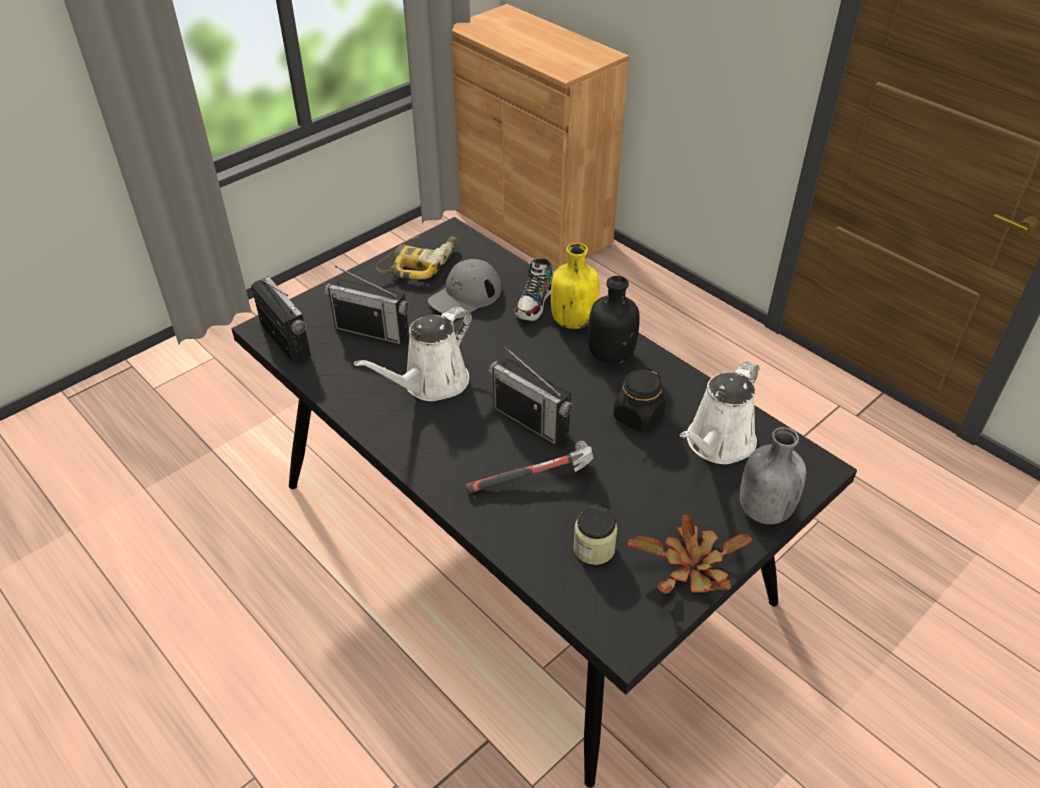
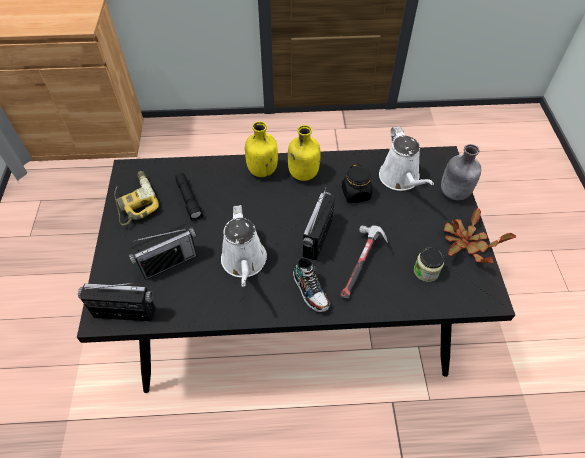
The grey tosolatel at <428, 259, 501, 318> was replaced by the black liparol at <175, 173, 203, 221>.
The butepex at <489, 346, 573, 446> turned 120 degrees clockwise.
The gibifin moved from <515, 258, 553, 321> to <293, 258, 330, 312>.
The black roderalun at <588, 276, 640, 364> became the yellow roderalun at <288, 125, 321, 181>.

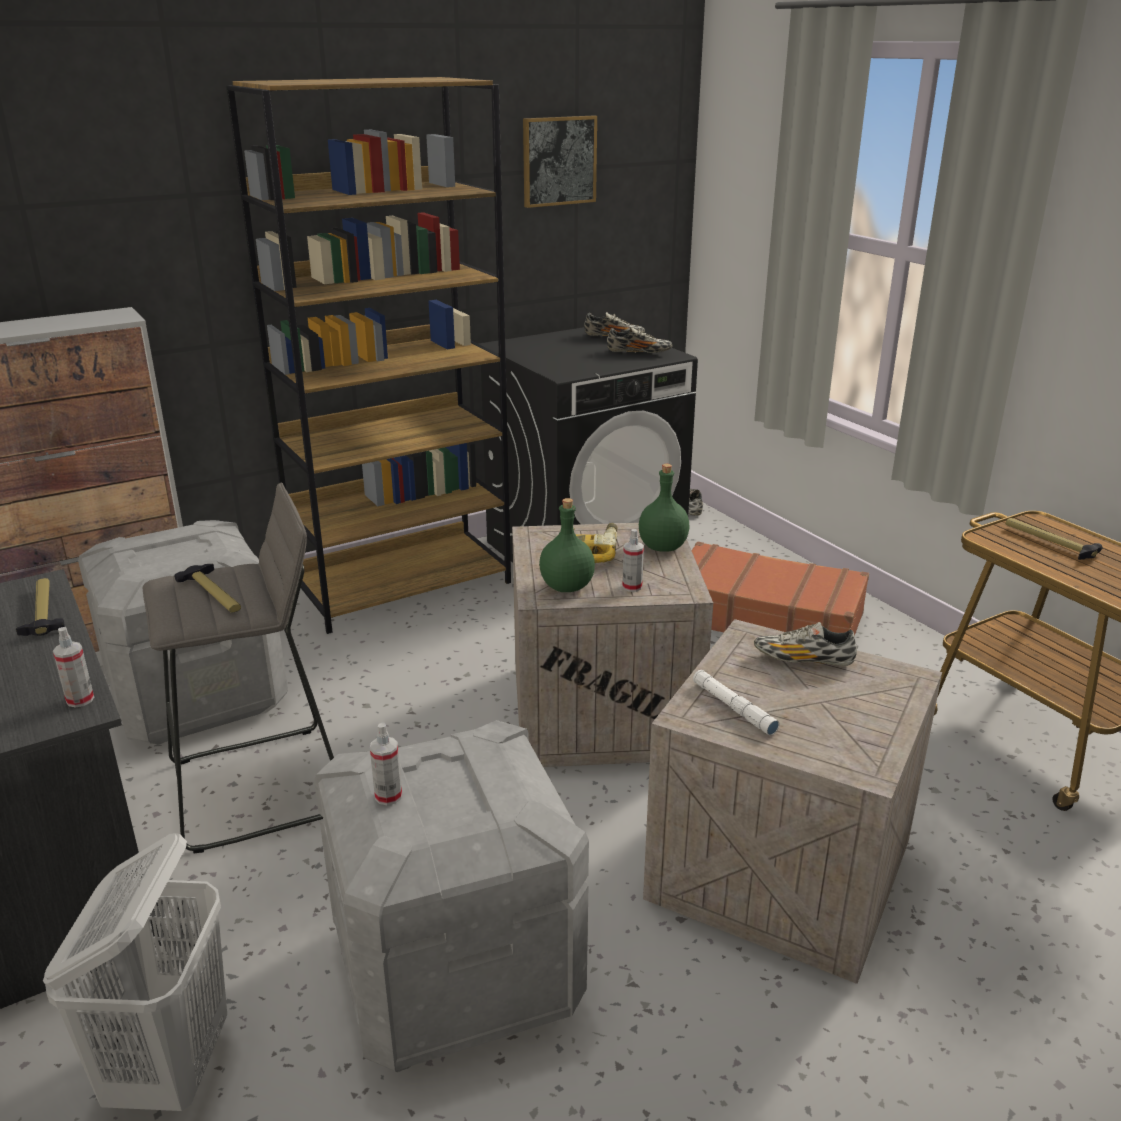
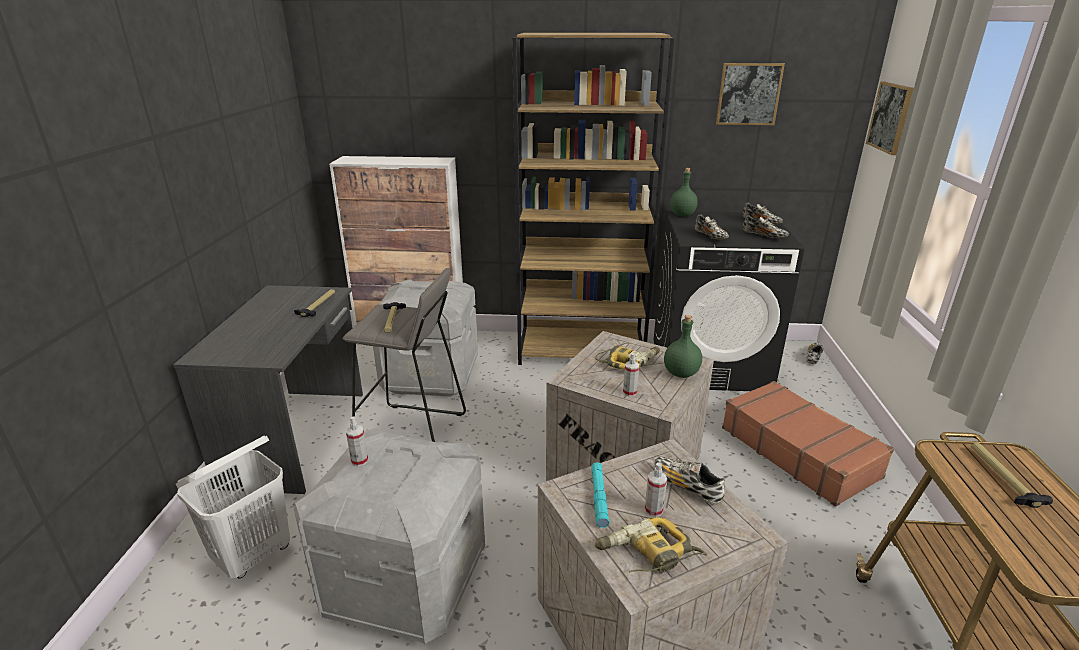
The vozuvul moved from <53, 627, 94, 707> to <645, 463, 667, 517>.
The green roderalun moved from <539, 498, 595, 592> to <670, 168, 698, 216>.
The white liparol at <693, 670, 780, 735> became the turquoise liparol at <591, 462, 609, 528>.
The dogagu at <595, 517, 707, 573> appeared.
The gibifin at <695, 214, 729, 240> appeared.
The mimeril at <866, 82, 914, 155> appeared.

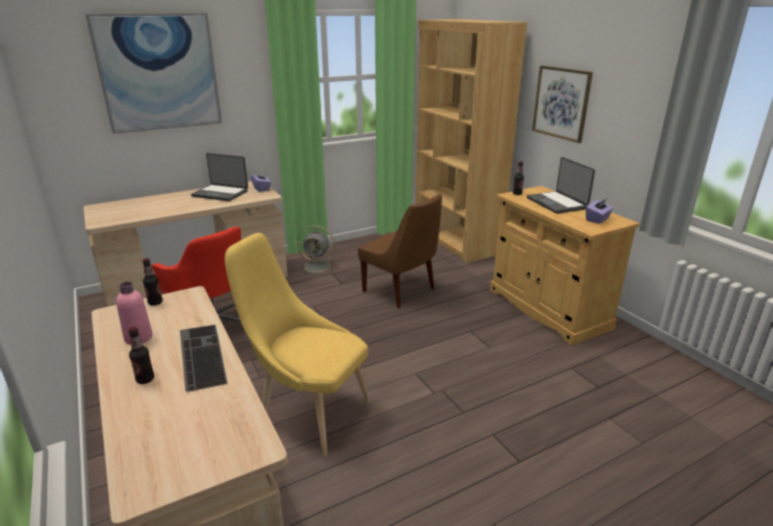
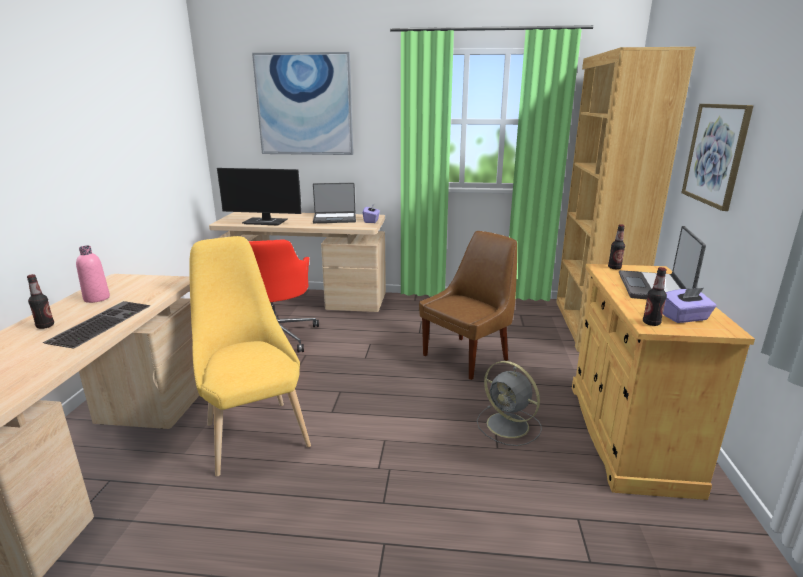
The roderalun moved from <143, 258, 163, 306> to <643, 267, 667, 326>.
The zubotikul at <191, 153, 248, 201> turned 60 degrees counterclockwise.
The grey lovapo moved from <297, 225, 338, 275> to <477, 361, 542, 446>.
The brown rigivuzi at <358, 194, 442, 308> turned 120 degrees counterclockwise.
The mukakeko at <217, 168, 302, 226> appeared.

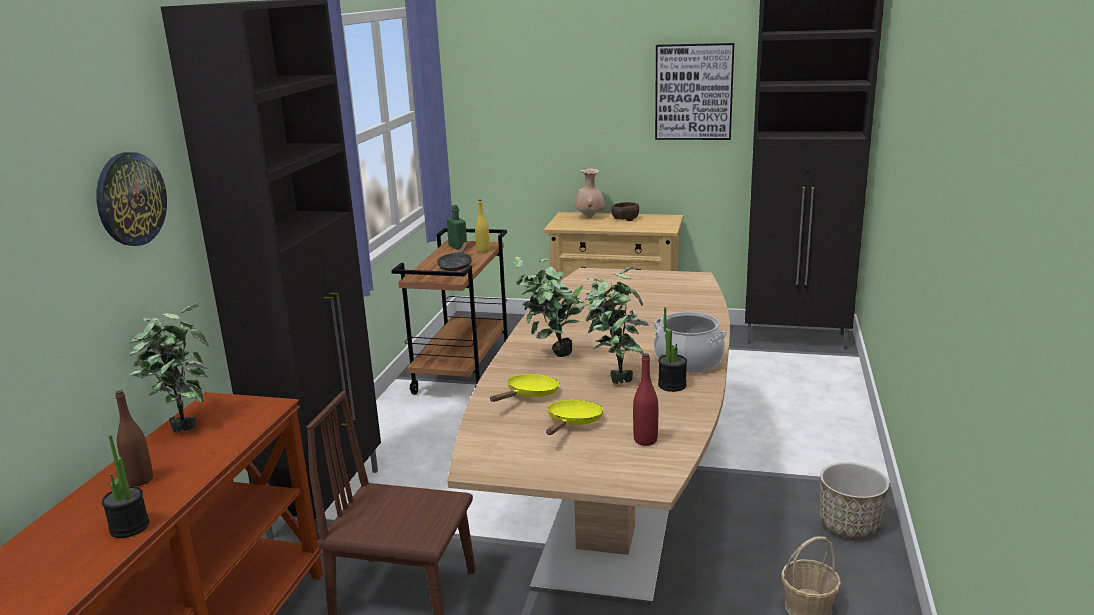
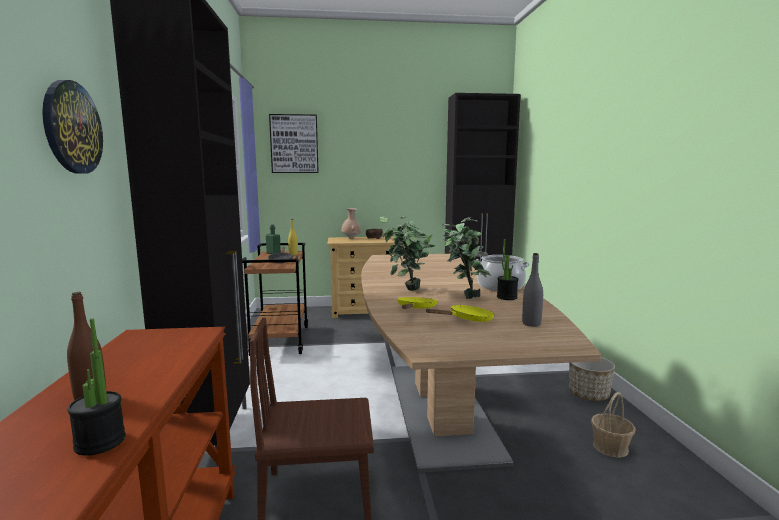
The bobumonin at <129, 304, 209, 432> disappeared.
The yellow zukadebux at <546, 400, 603, 435> turned 60 degrees clockwise.
The red roderalun at <633, 353, 658, 446> became the grey roderalun at <522, 253, 543, 327>.
The mimeril moved from <655, 43, 734, 140> to <269, 114, 319, 173>.

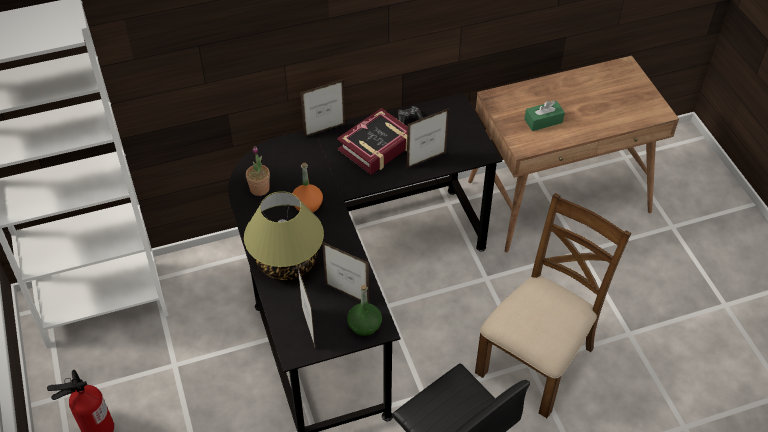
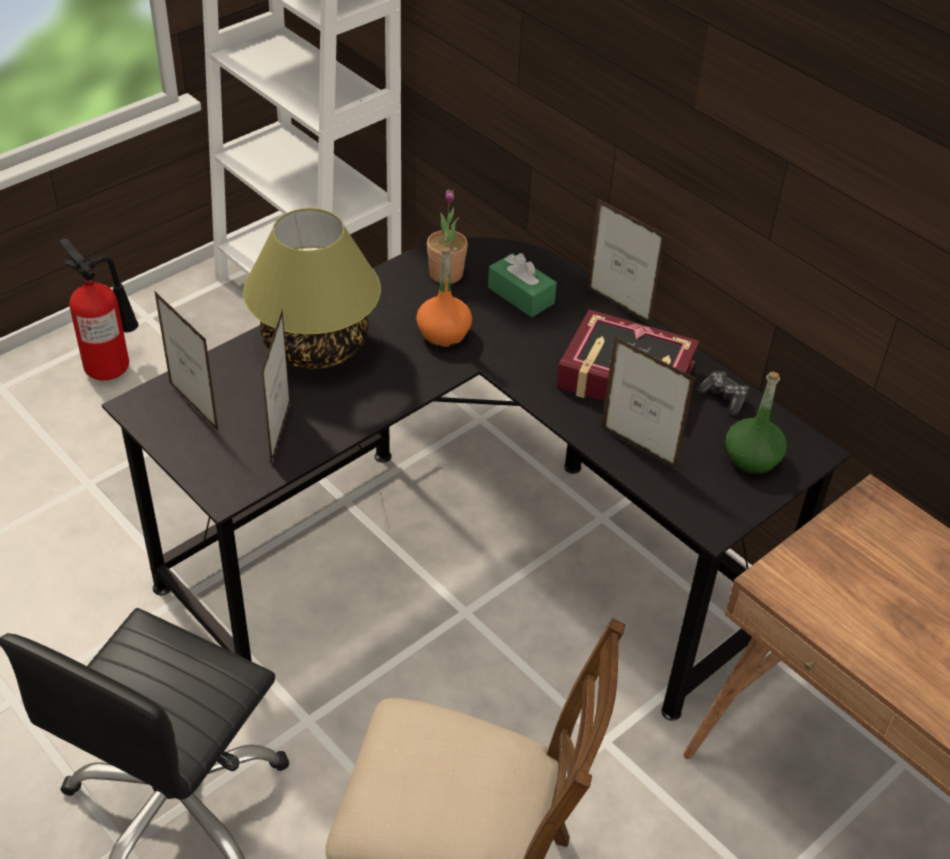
The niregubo at <297, 265, 315, 347> turned 90 degrees counterclockwise.
The green roderalun moved from <347, 285, 382, 336> to <726, 372, 787, 474>.
The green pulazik moved from <524, 100, 565, 131> to <488, 253, 557, 317>.

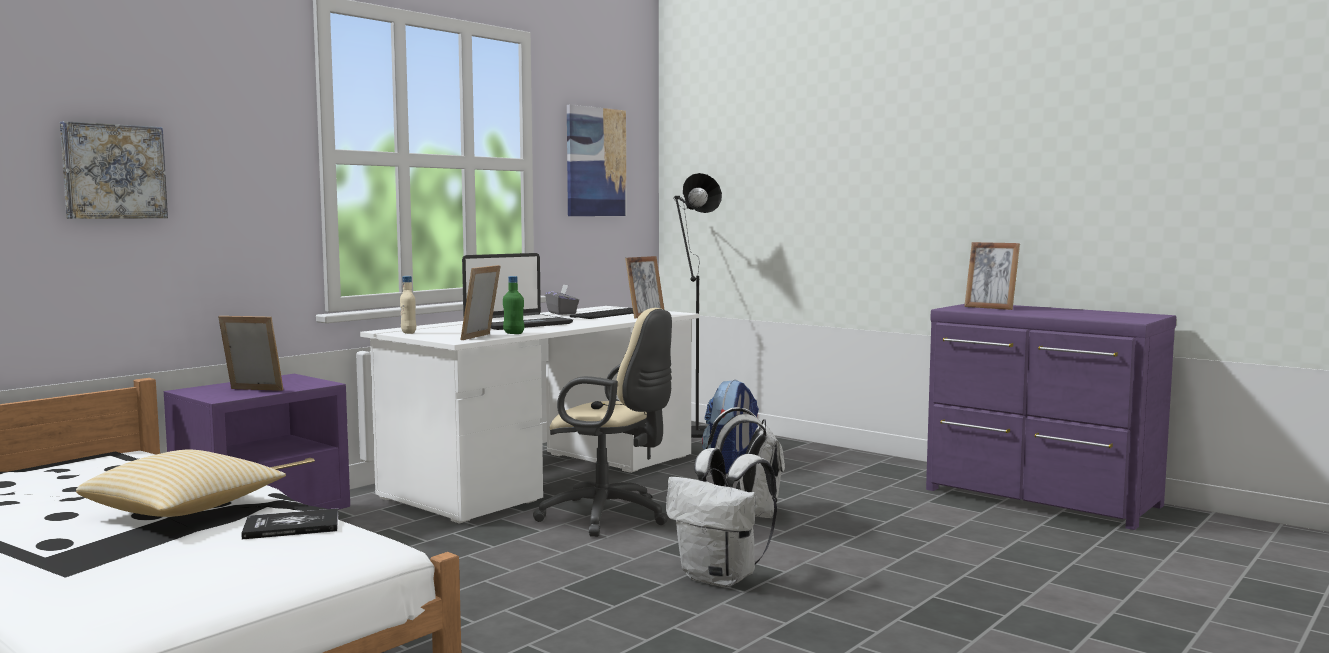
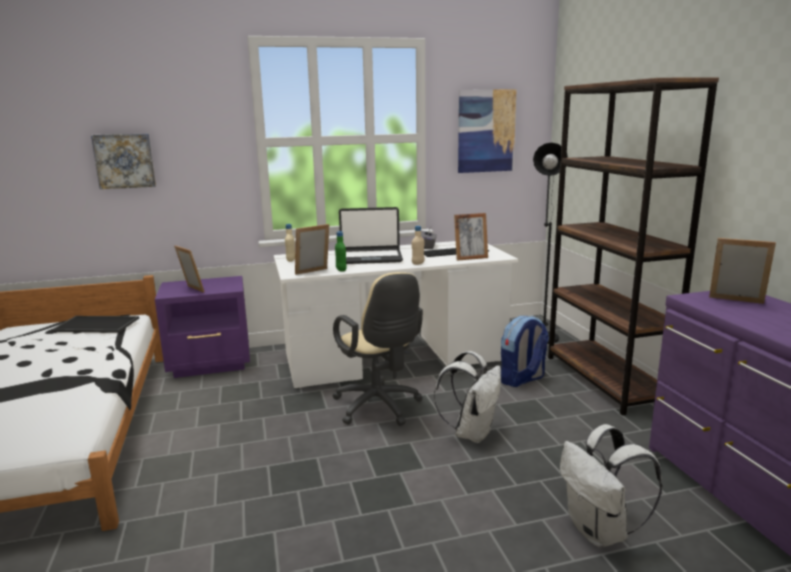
The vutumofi at <76, 450, 286, 517> disappeared.
The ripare at <241, 508, 338, 539> disappeared.
The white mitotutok moved from <666, 448, 777, 587> to <560, 424, 662, 547>.
The niregubo at <964, 242, 1020, 310> turned 135 degrees clockwise.
The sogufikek at <51, 316, 139, 333> appeared.
The beige roderalun at <412, 226, 425, 265> appeared.
The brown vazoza at <548, 77, 719, 416> appeared.

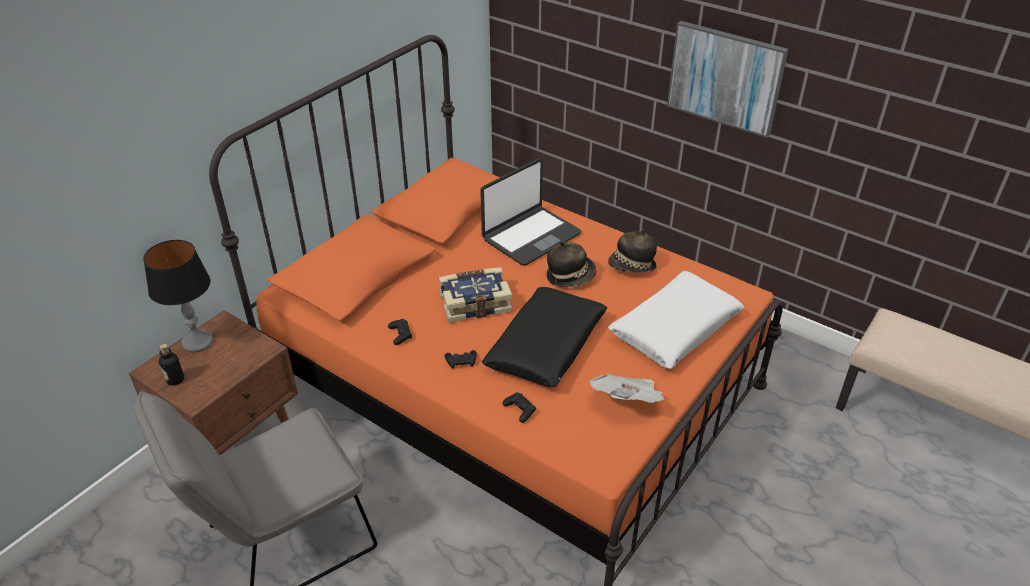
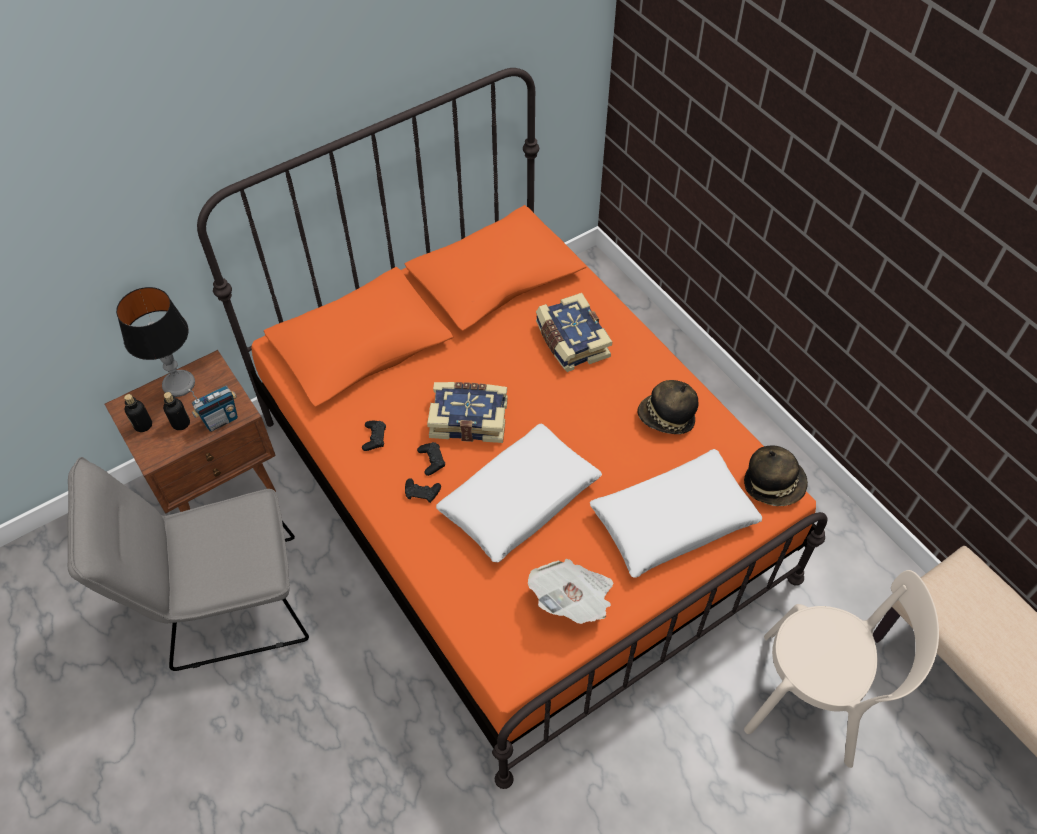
The zubotikul at <480, 158, 582, 266> was replaced by the ripare at <536, 293, 612, 372>.
The black vutumofi at <482, 287, 607, 387> became the white vutumofi at <436, 424, 602, 562>.
The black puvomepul moved from <502, 392, 536, 423> to <417, 442, 445, 476>.
The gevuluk moved from <547, 241, 596, 287> to <744, 445, 808, 506>.
The mimeril at <667, 21, 789, 138> disappeared.
The roderalun at <163, 392, 190, 430> appeared.
The butepex at <189, 386, 238, 432> appeared.
The beige rigivuzi at <744, 570, 939, 768> appeared.

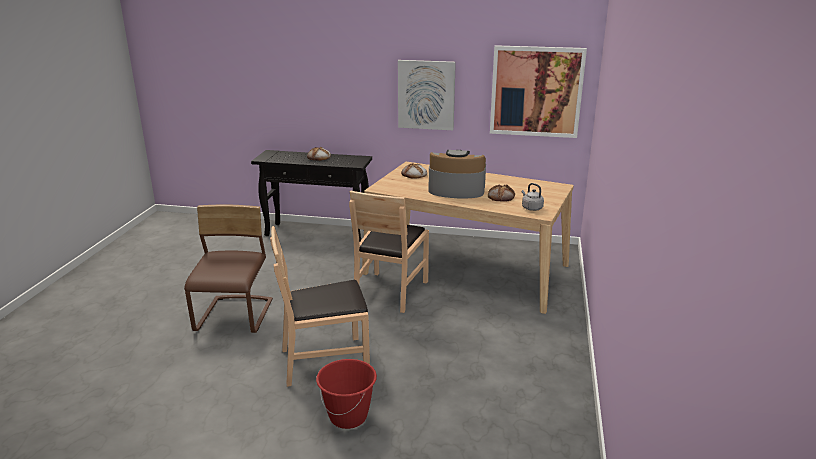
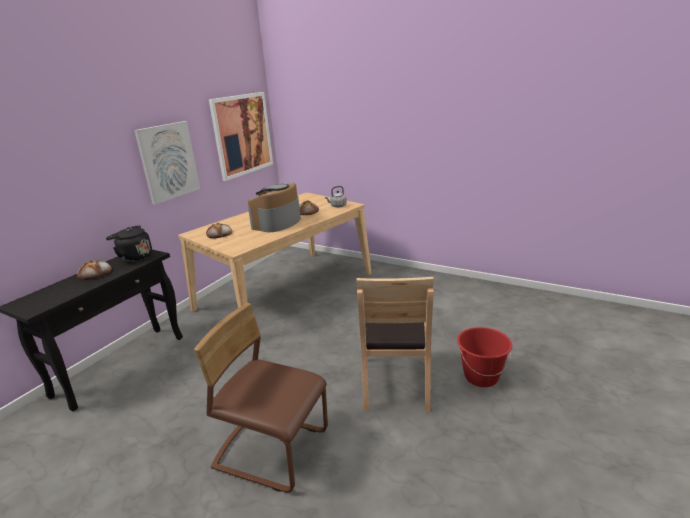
The brown rigivuzi at <349, 190, 429, 313> disappeared.
The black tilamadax at <106, 225, 152, 262> appeared.

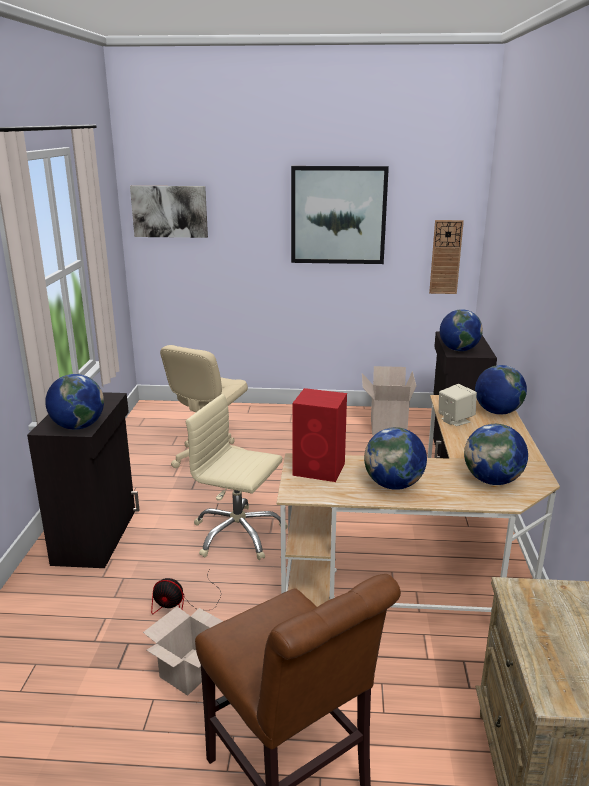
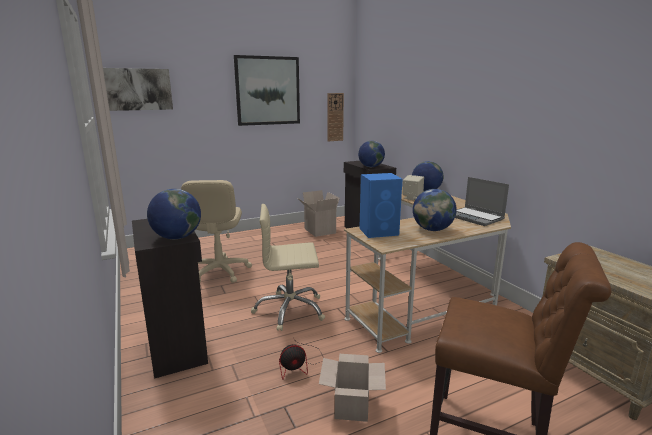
The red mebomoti at <292, 388, 347, 482> became the blue mebomoti at <359, 173, 402, 238>.
The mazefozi at <464, 424, 528, 485> was replaced by the zubotikul at <455, 177, 509, 226>.

